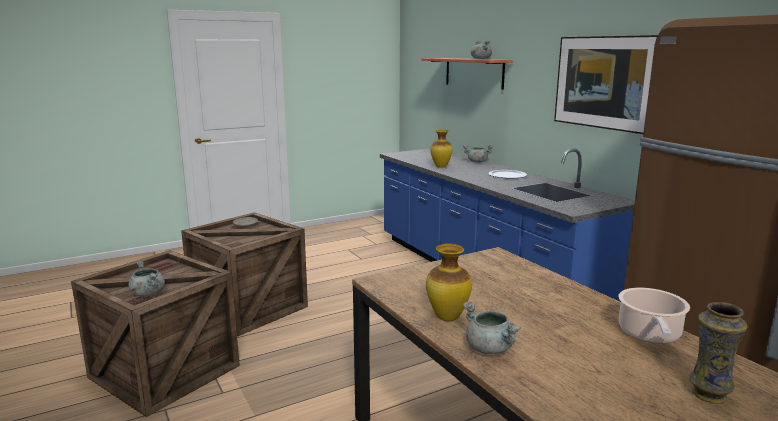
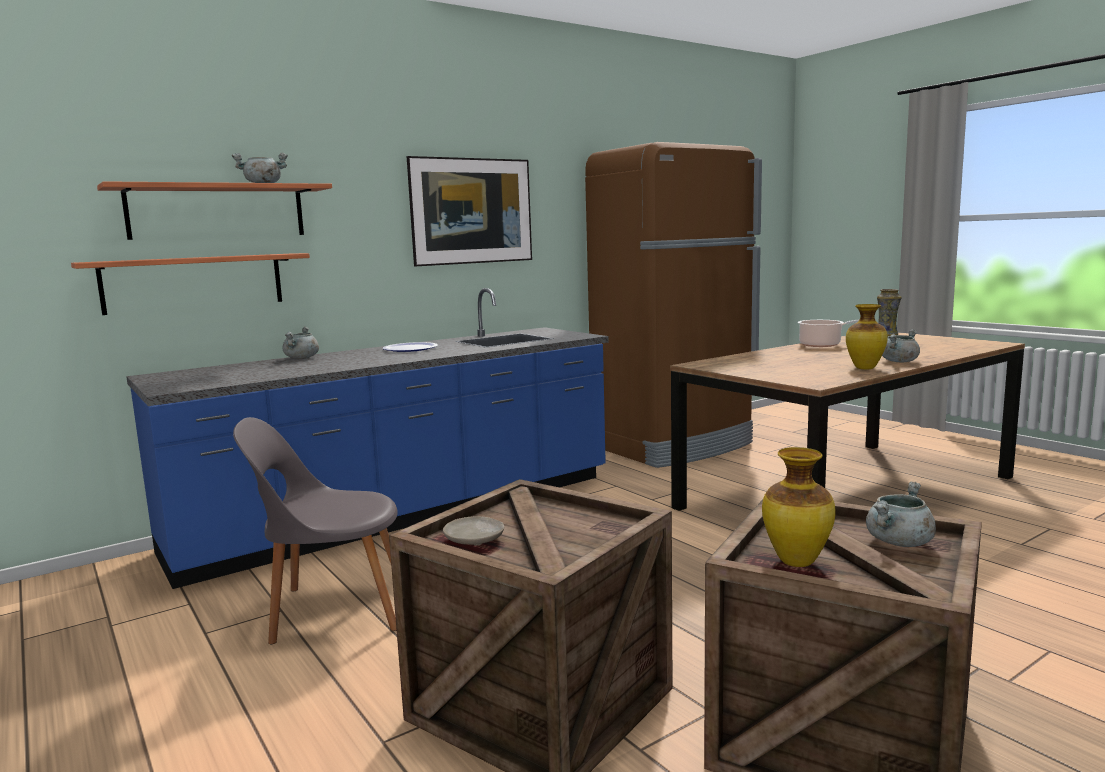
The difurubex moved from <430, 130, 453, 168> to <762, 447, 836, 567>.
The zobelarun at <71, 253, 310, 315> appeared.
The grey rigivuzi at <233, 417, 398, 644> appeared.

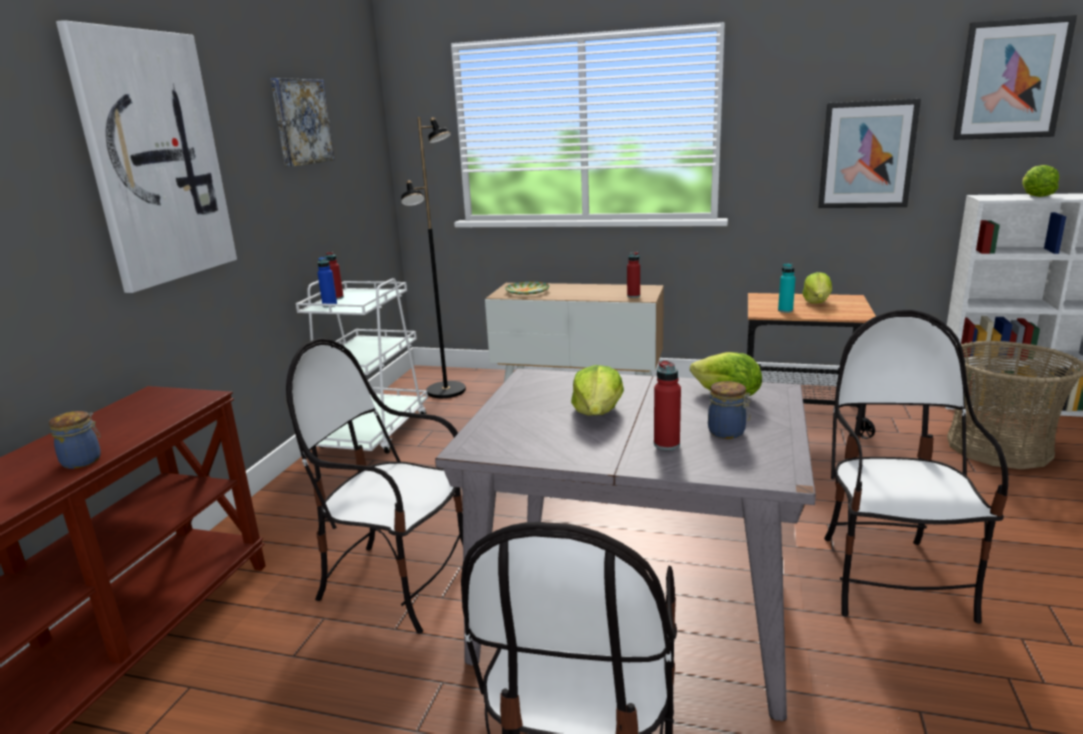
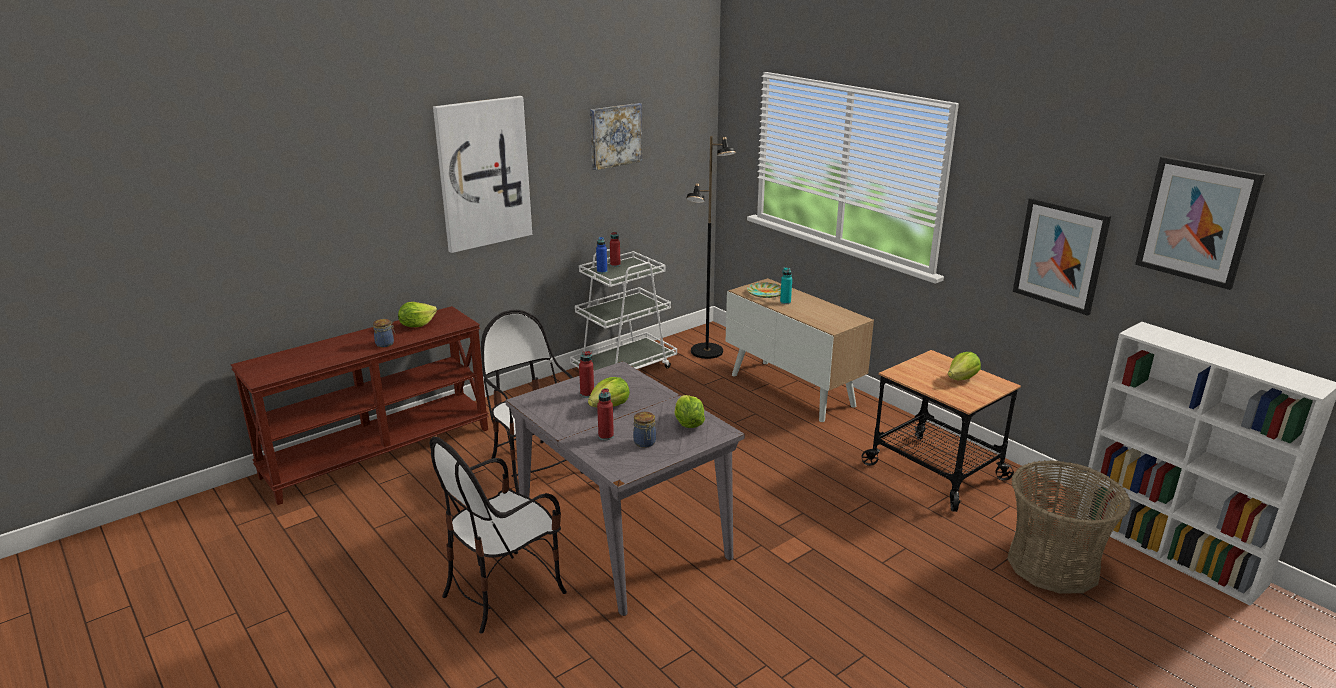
The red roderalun moved from <627, 252, 640, 298> to <579, 351, 594, 398>.
The turquoise roderalun moved from <778, 263, 795, 313> to <780, 267, 792, 304>.
The rigivuzi at <824, 310, 1008, 624> disappeared.
The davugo moved from <1022, 165, 1059, 197> to <398, 302, 437, 327>.

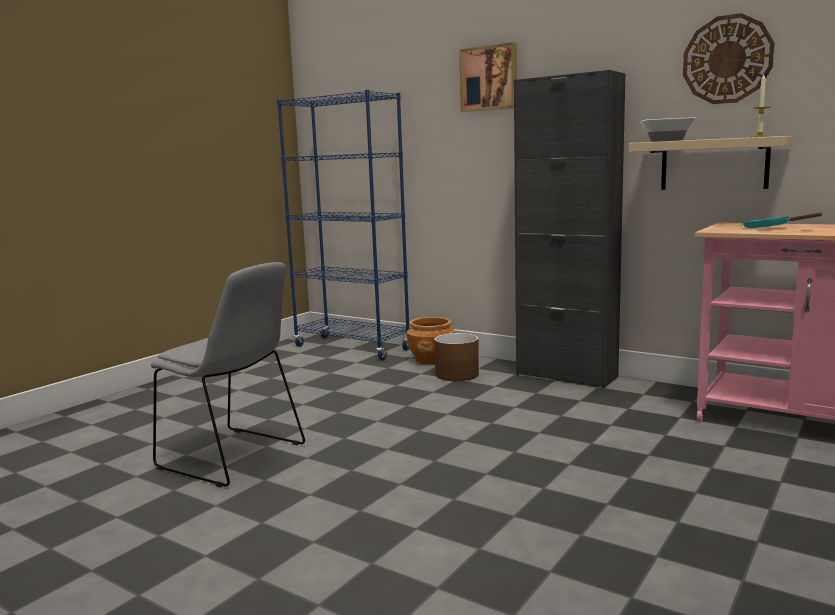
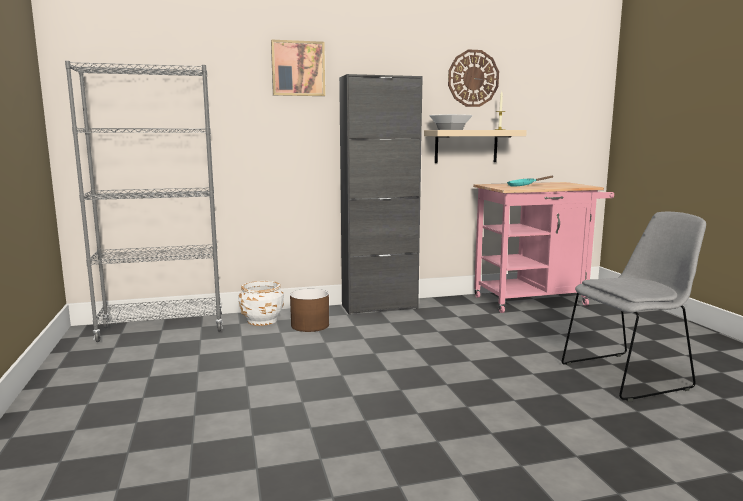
The grey rigivuzi moved from <151, 262, 305, 488> to <562, 212, 706, 401>.
The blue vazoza at <277, 90, 410, 360> became the grey vazoza at <65, 61, 223, 342>.
The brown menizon at <407, 317, 455, 365> became the white menizon at <239, 281, 284, 326>.

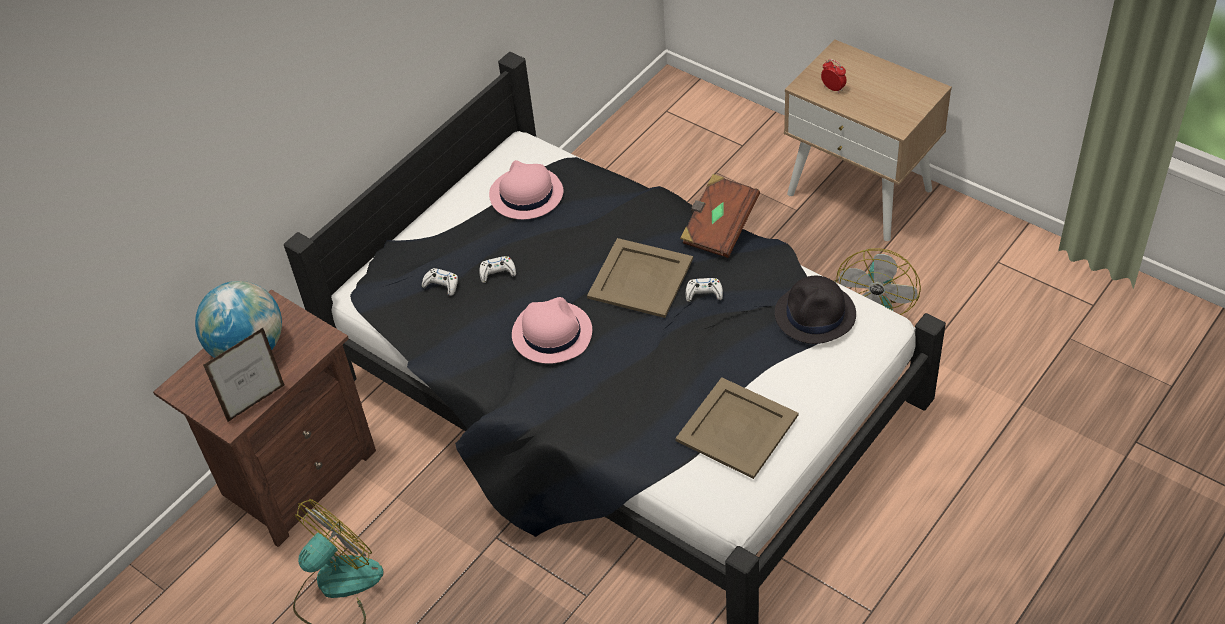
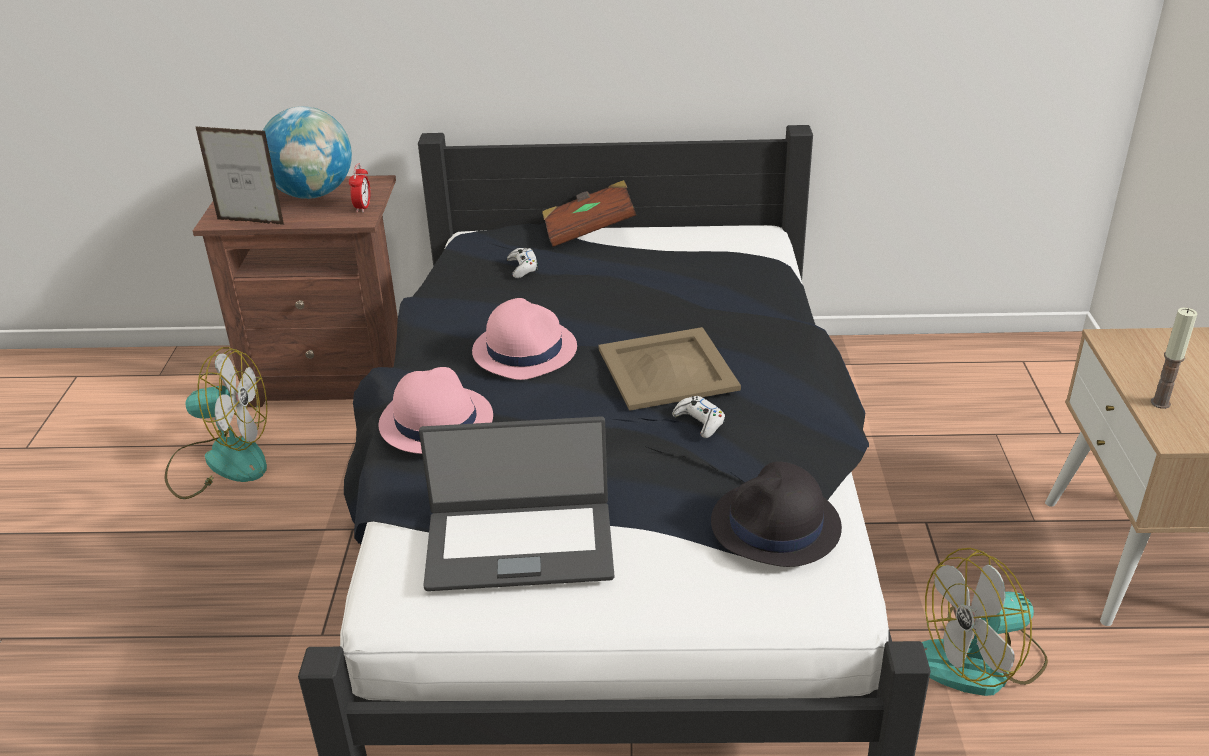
The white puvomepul at <479, 256, 516, 283> disappeared.
The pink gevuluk moved from <489, 160, 564, 220> to <378, 367, 493, 454>.
The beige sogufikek at <675, 377, 798, 479> was replaced by the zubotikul at <419, 416, 614, 591>.
The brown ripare moved from <680, 174, 760, 258> to <542, 180, 636, 247>.
The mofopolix moved from <821, 59, 847, 93> to <349, 164, 370, 213>.
The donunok at <1151, 307, 1197, 409> appeared.

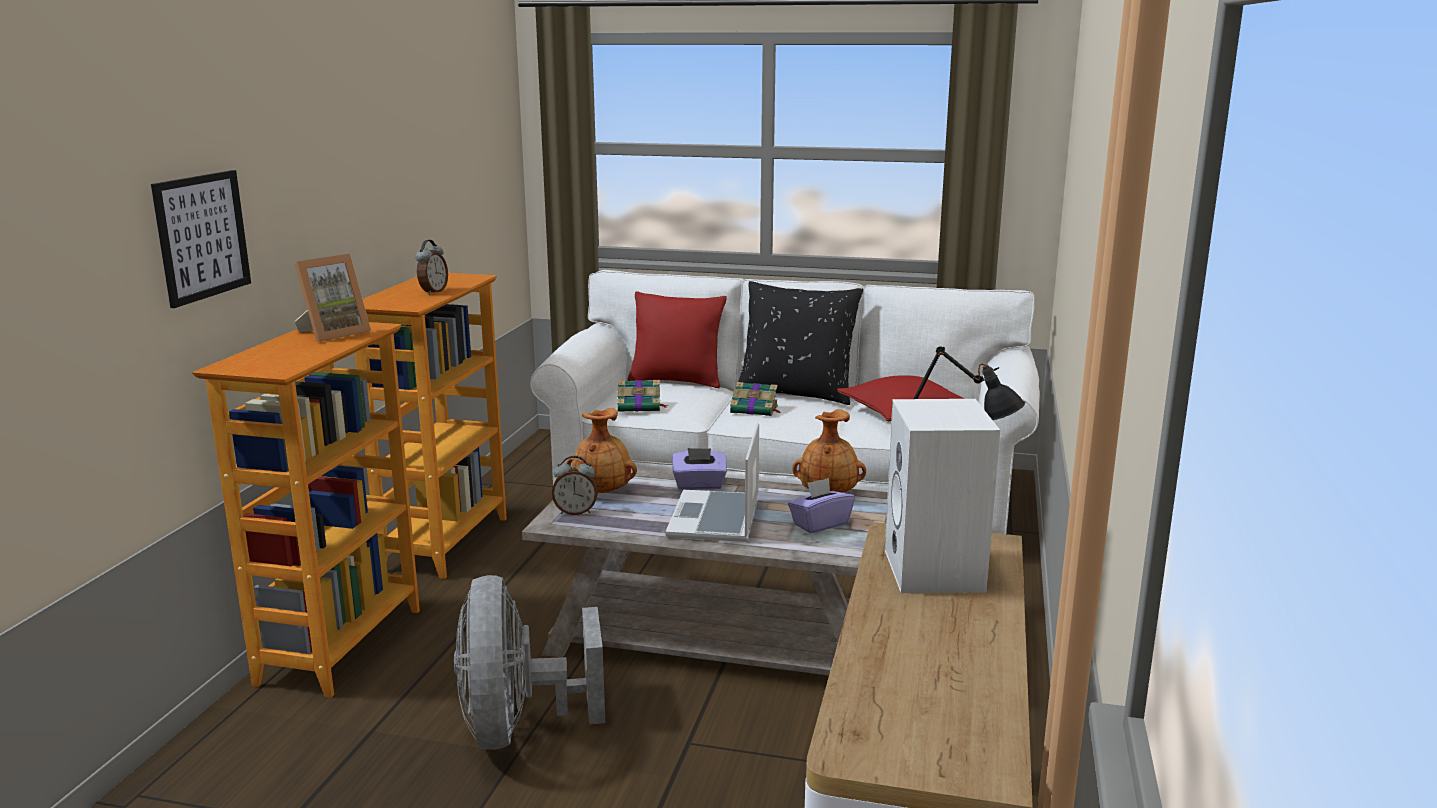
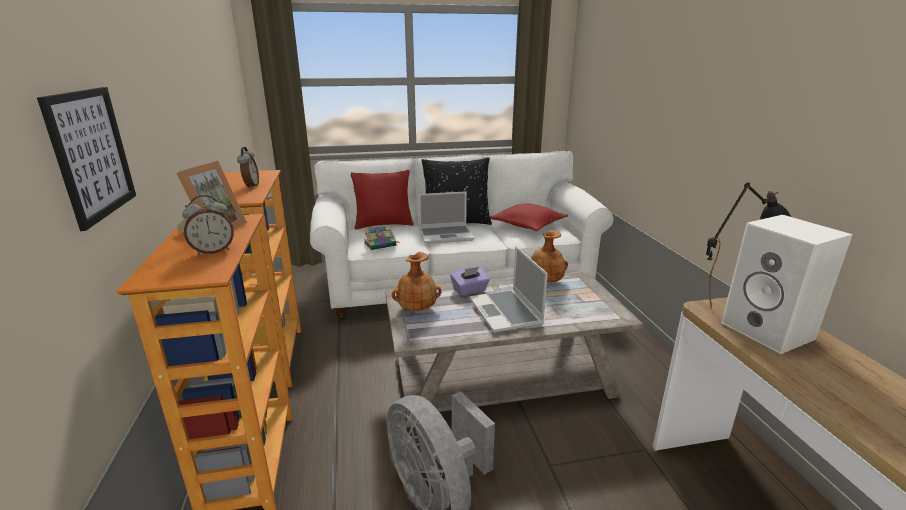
The mofopolix moved from <552, 456, 598, 515> to <182, 195, 234, 255>.
The ripare at <730, 382, 780, 416> was replaced by the zubotikul at <418, 191, 474, 244>.
The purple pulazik at <788, 478, 855, 533> disappeared.

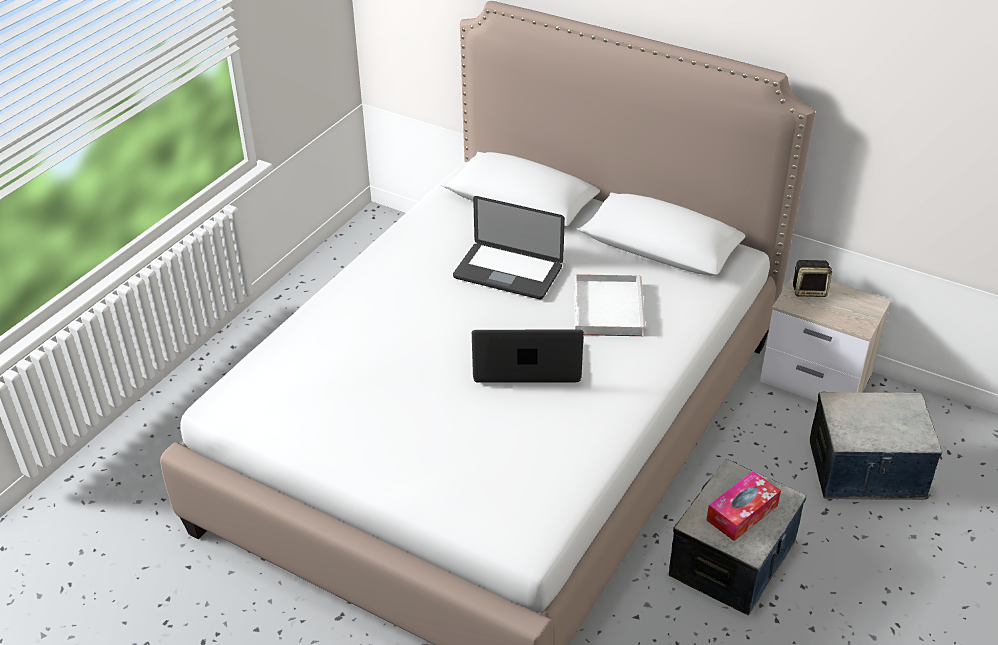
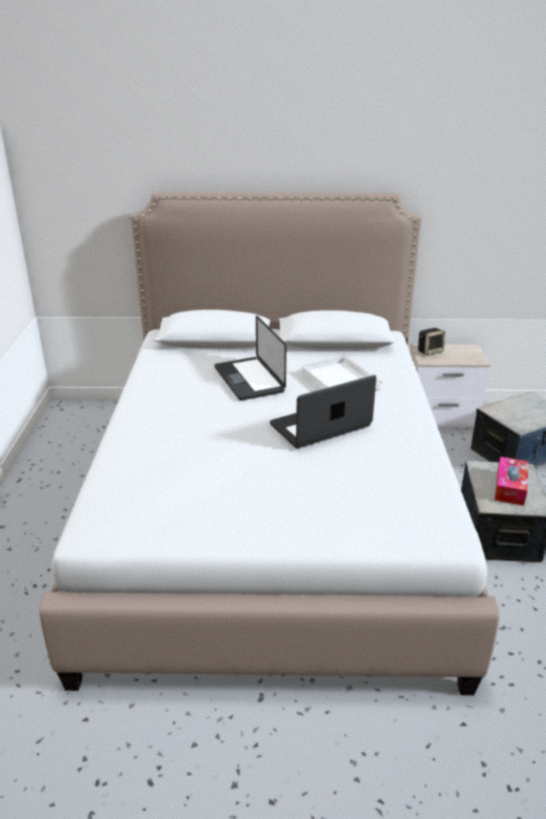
The zubotikul at <453, 196, 565, 299> turned 75 degrees clockwise.

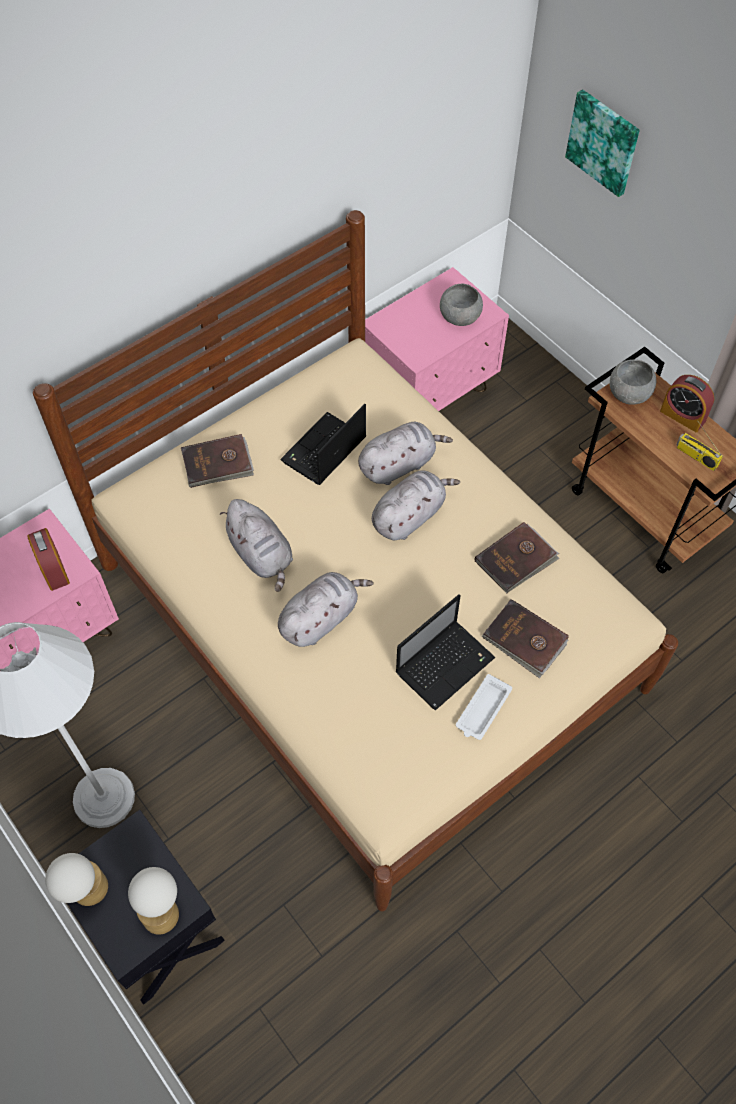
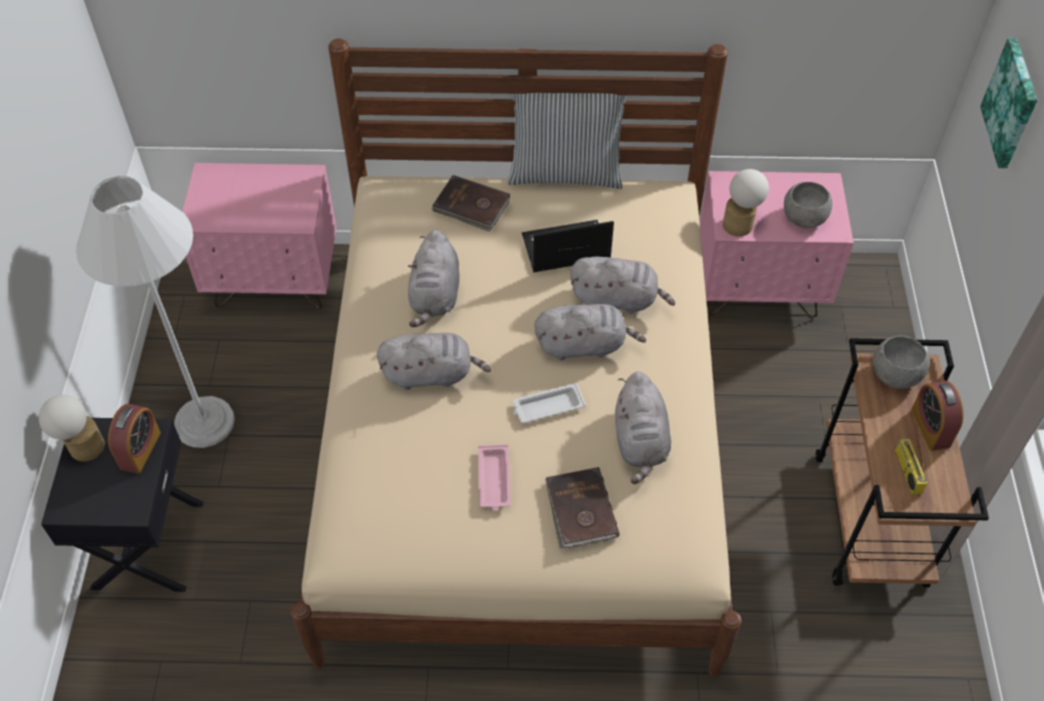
The mofopolix moved from <27, 528, 70, 591> to <108, 404, 161, 474>.
The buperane moved from <128, 867, 179, 935> to <723, 169, 769, 237>.
The zubotikul at <396, 594, 495, 710> was replaced by the pink sogufikek at <478, 444, 511, 511>.
The white sogufikek moved from <456, 674, 512, 740> to <513, 383, 585, 423>.
The brown ripare at <475, 522, 560, 593> was replaced by the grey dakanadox at <615, 372, 671, 484>.
The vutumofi at <508, 93, 626, 189> appeared.

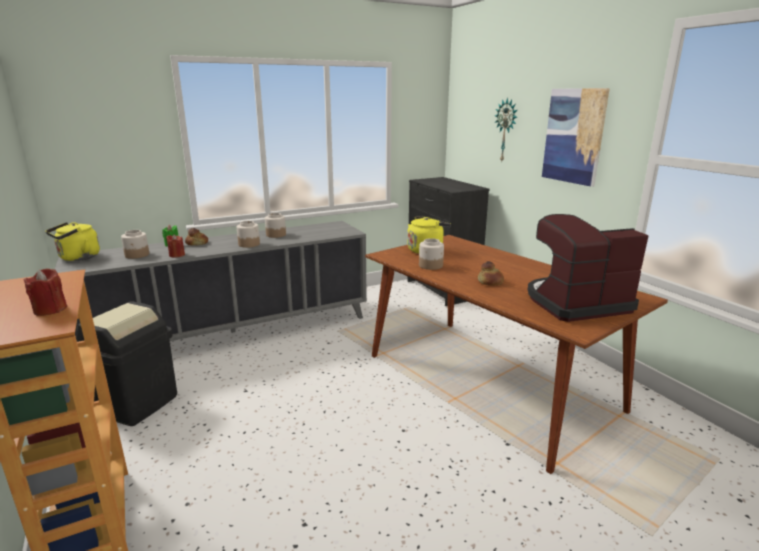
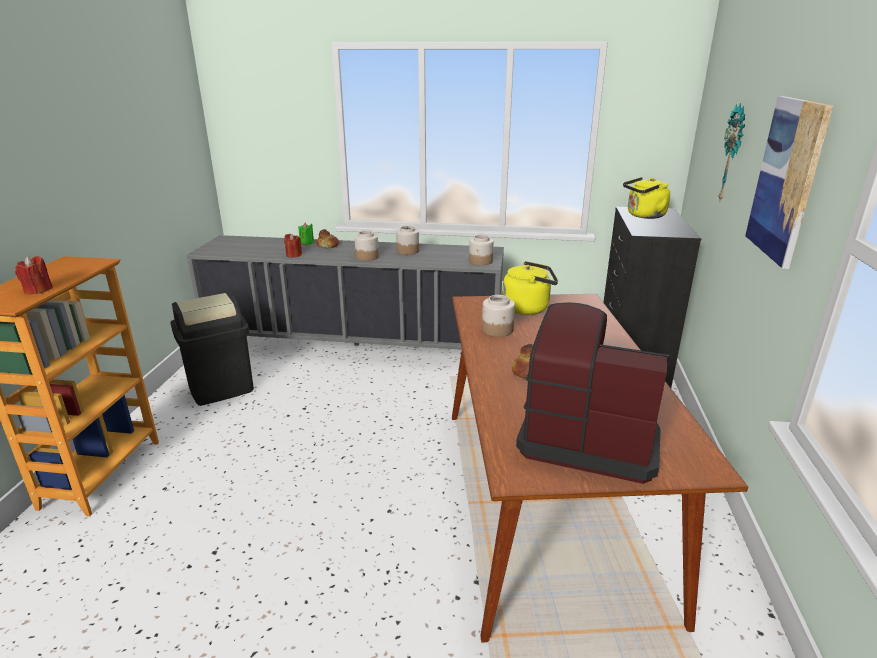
The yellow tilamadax moved from <45, 222, 100, 261> to <623, 177, 670, 219>.
The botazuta moved from <121, 230, 149, 259> to <469, 235, 493, 266>.

